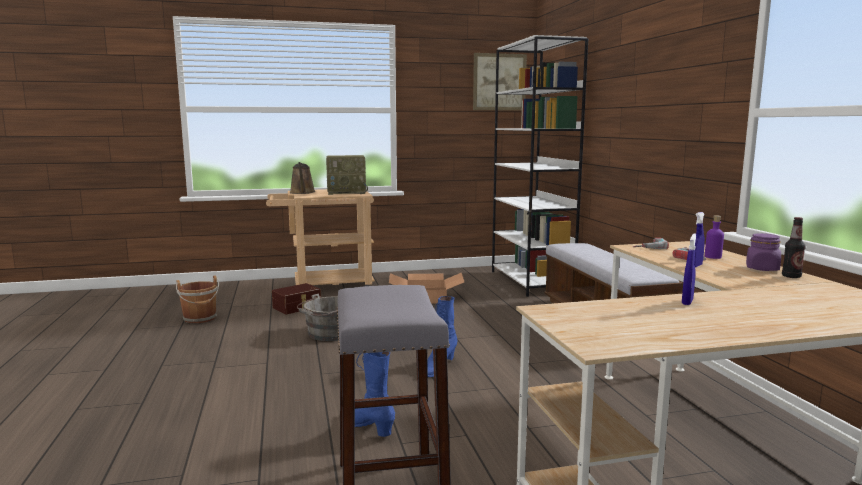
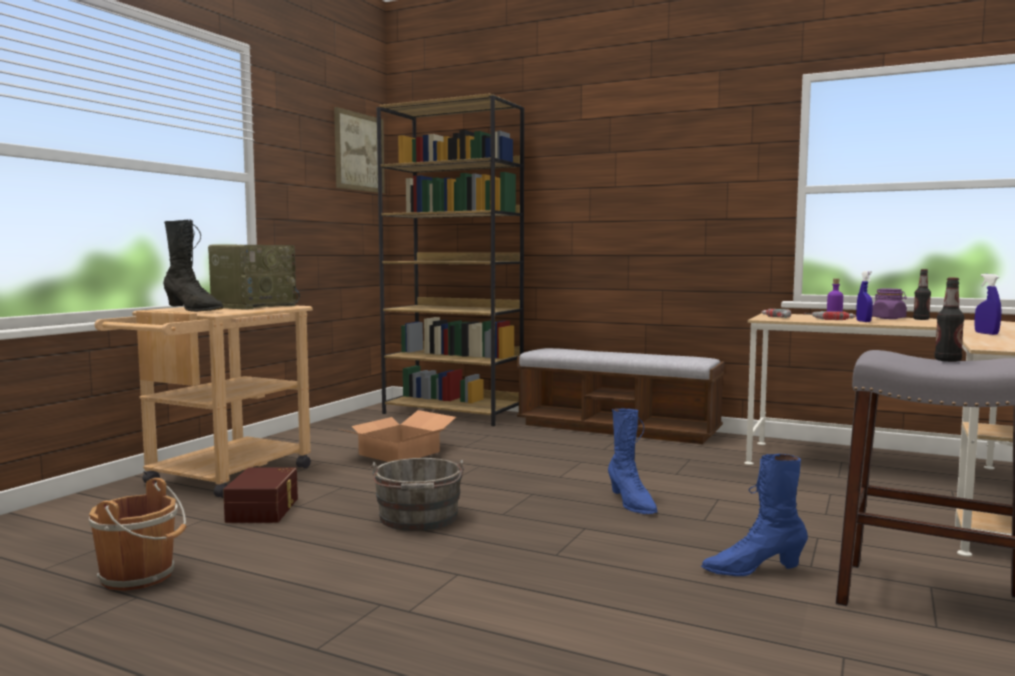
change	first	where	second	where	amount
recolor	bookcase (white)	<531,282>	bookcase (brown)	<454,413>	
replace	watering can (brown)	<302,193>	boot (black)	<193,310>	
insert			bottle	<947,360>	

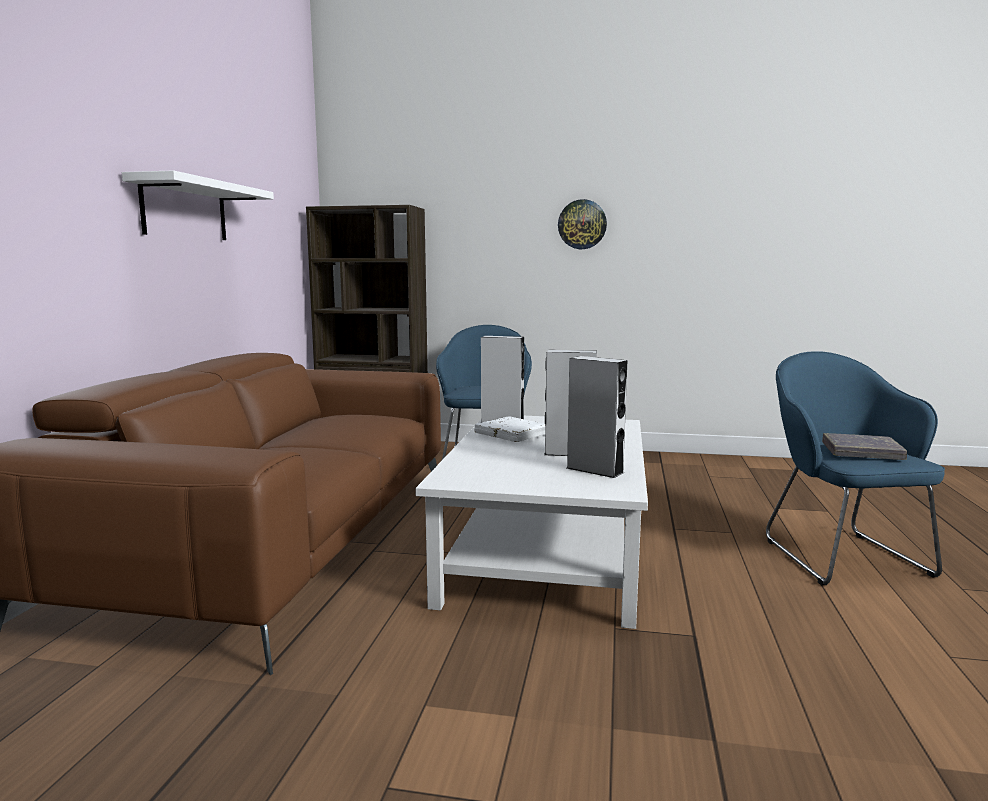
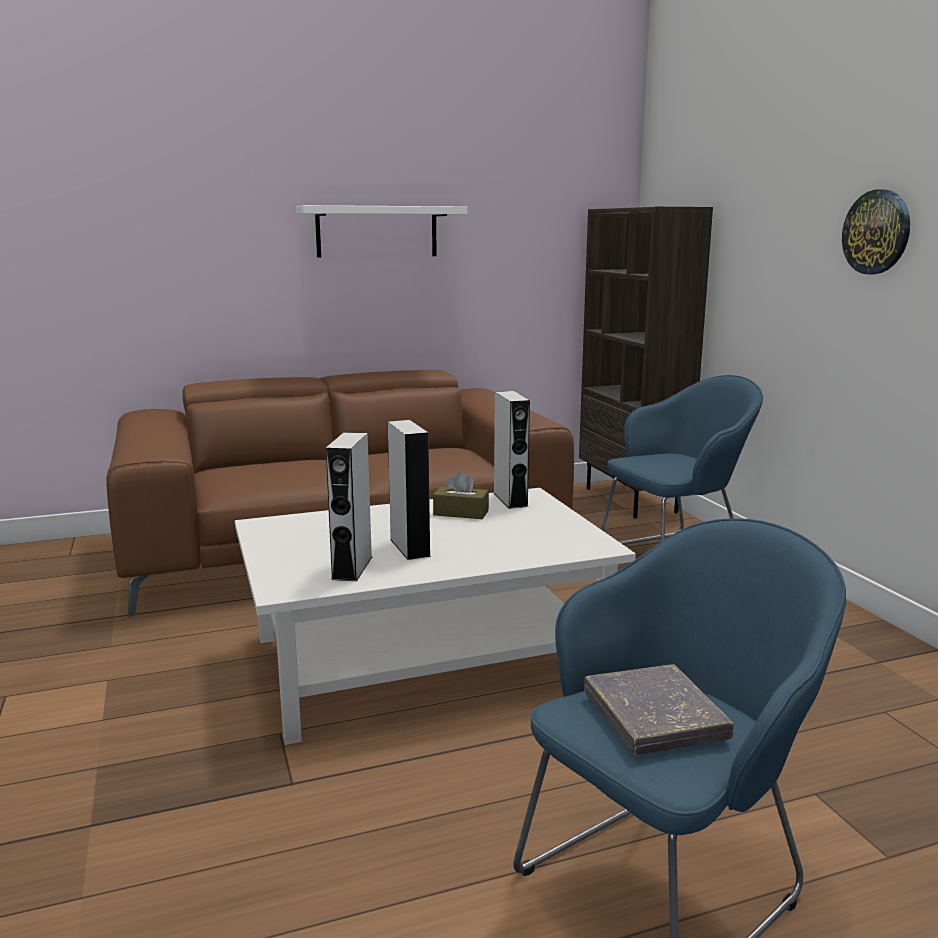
change	first	where	second	where	amount
replace	book (white)	<512,434>	tissue box (brown)	<461,513>	

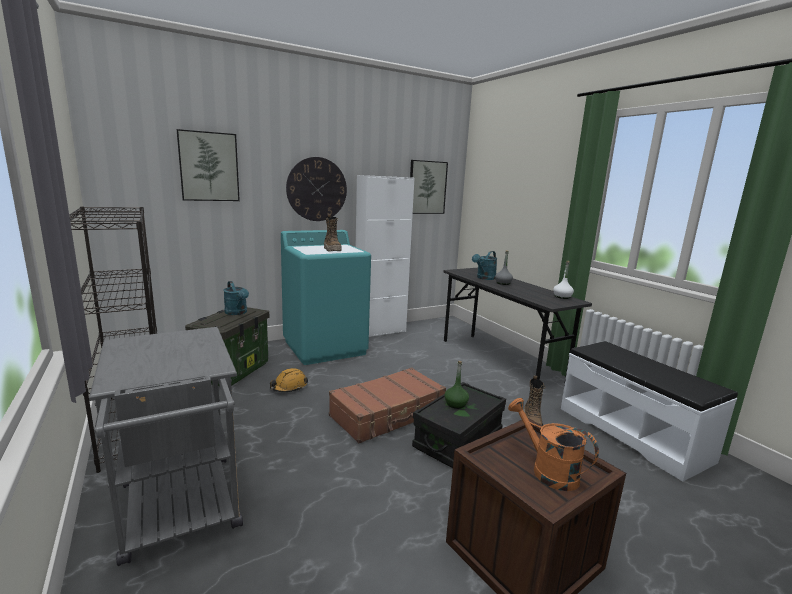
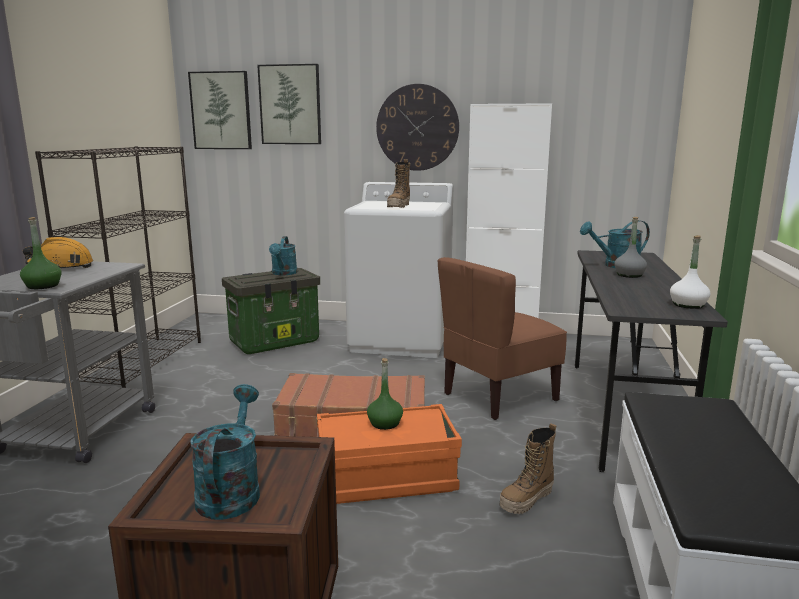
change	first	where	second	where	amount
move	picture	<427,187>		<221,111>	
recolor	washing machine (turquoise)	<325,347>	washing machine (white)	<401,340>	
move	hard hat (orange)	<289,387>		<61,267>	
recolor	storage box (black)	<458,439>	storage box (orange)	<386,478>	
recolor	watering can (orange)	<547,470>	watering can (turquoise)	<231,491>	
insert			bottle (green)	<43,286>	
insert			chair (brown)	<498,397>	

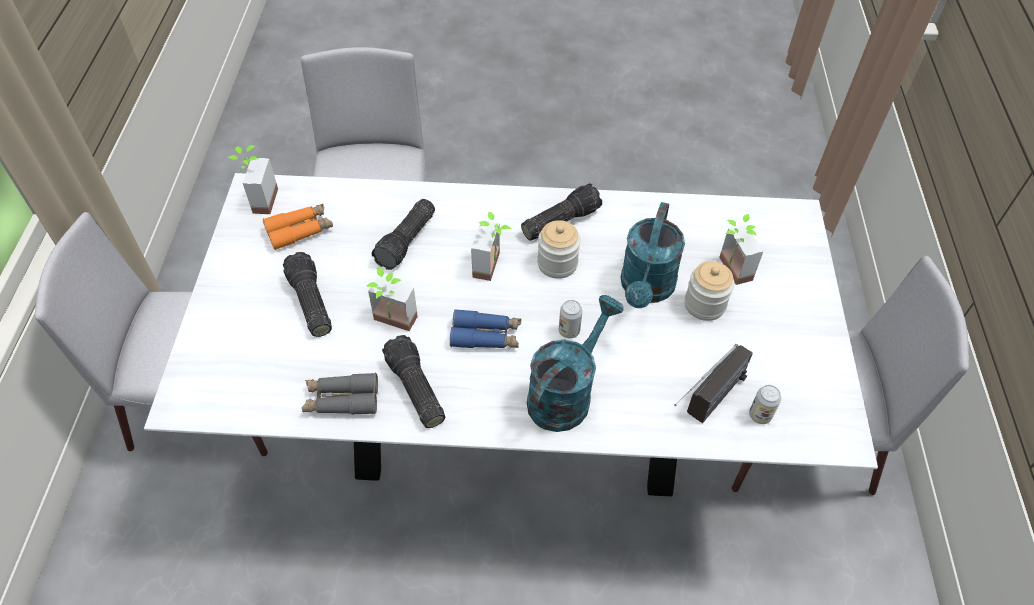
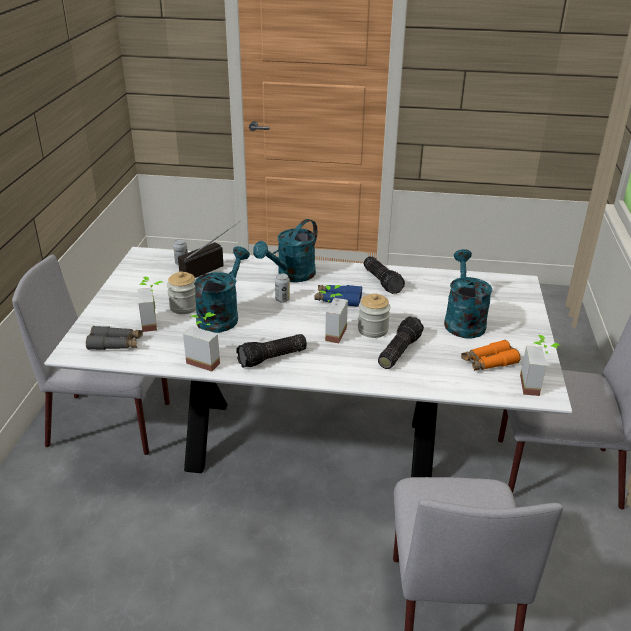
change	first	where	second	where	amount
move	jar	<557,263>		<373,330>	
replace	flashlight	<309,303>	watering can (turquoise)	<463,320>	
move	potted plant	<392,324>		<206,360>	
move	binoculars (grey)	<341,400>		<116,344>	

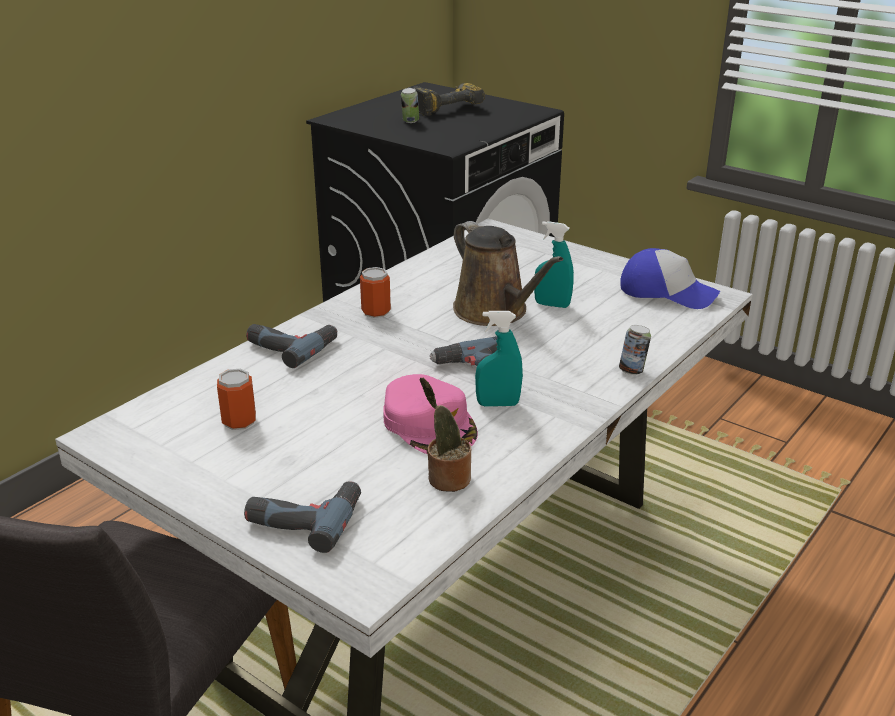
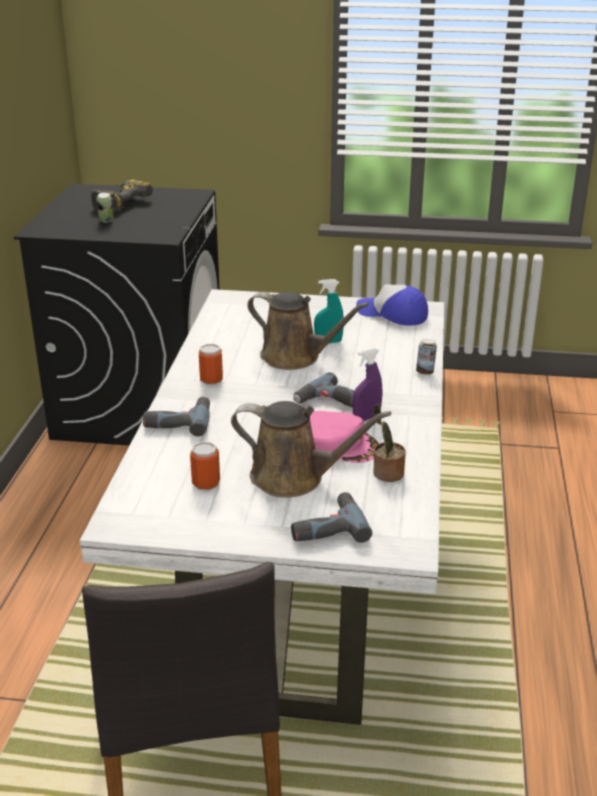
change	first	where	second	where	amount
rotate	cap	<667,292>		<392,314>	150 degrees counterclockwise
recolor	spray bottle (turquoise)	<498,404>	spray bottle (purple)	<366,418>	
insert			watering can (brown)	<294,477>	

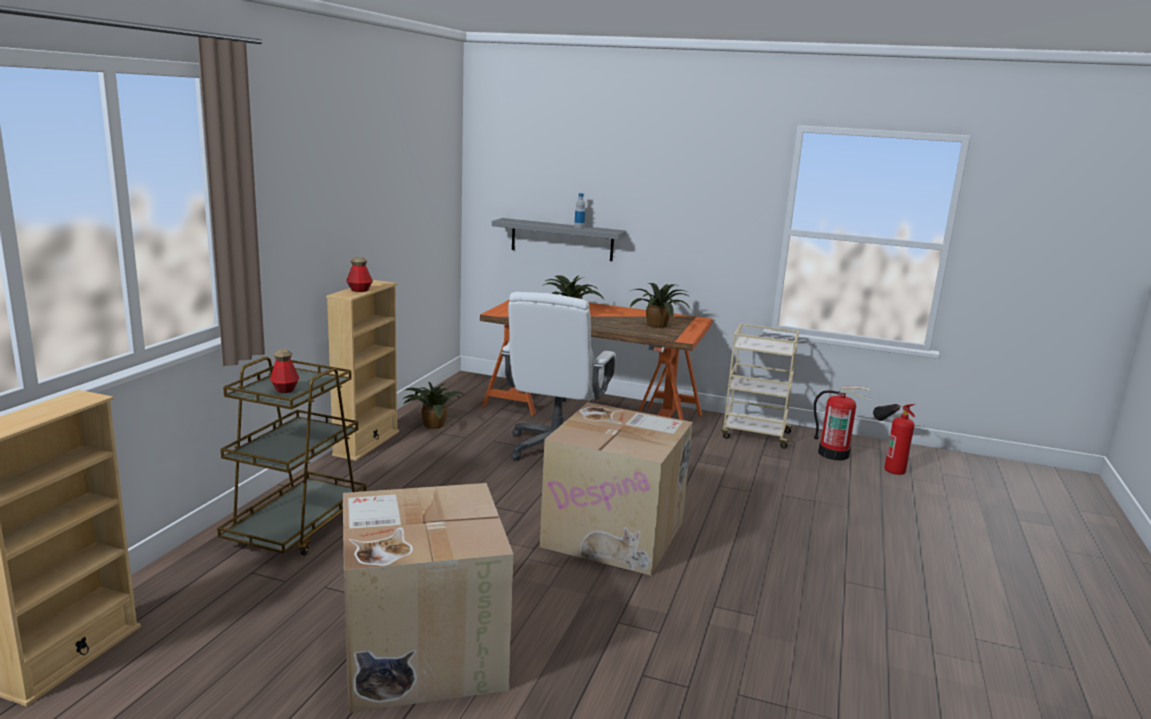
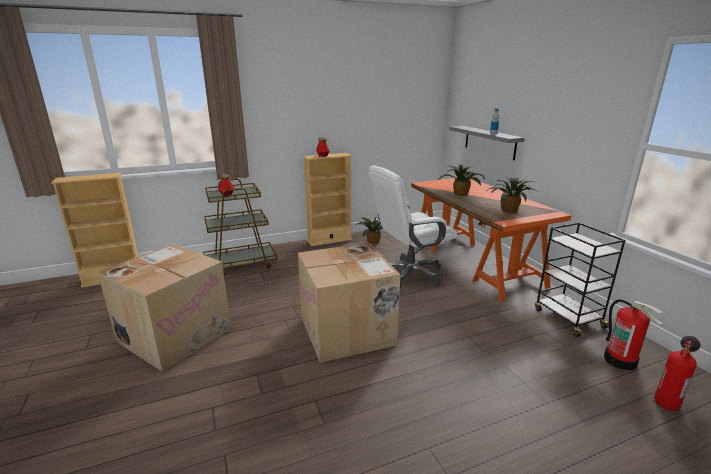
change	first	where	second	where	amount
recolor	cart (beige)	<755,435>	cart (black)	<568,318>	

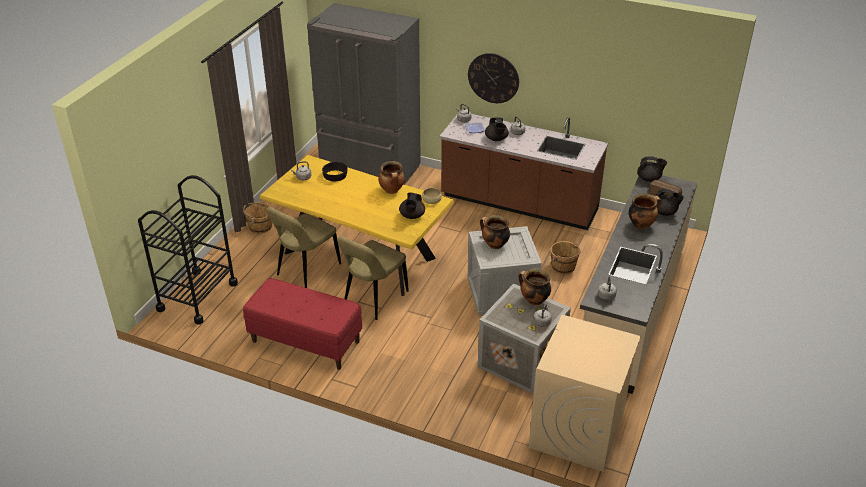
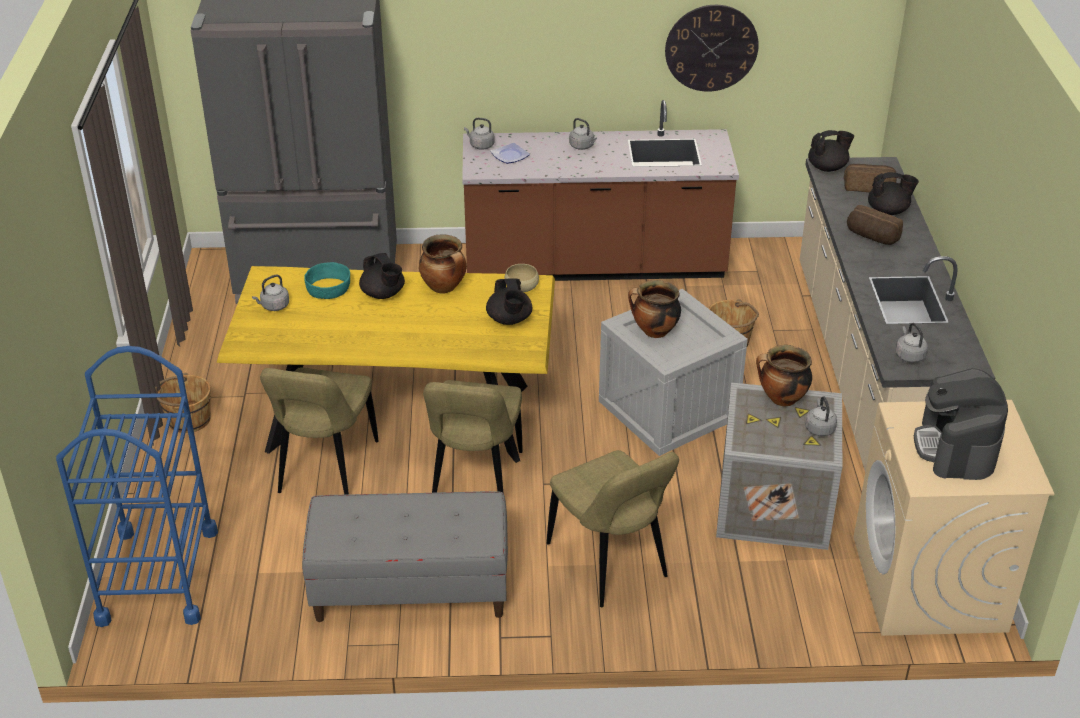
change	first	where	second	where	amount
move	wall clock	<493,78>		<711,48>	
move	teapot (black)	<496,139>		<383,294>	
recolor	bowl (black)	<335,176>	bowl (turquoise)	<329,288>	
recolor	cart (black)	<197,296>	cart (blue)	<158,575>	
replace	cooking pot	<641,224>	bread	<871,237>	
recolor	bench (red)	<305,342>	bench (grey)	<410,590>	
insert			coffee machine	<956,448>	
insert			chair (beige)	<610,564>	

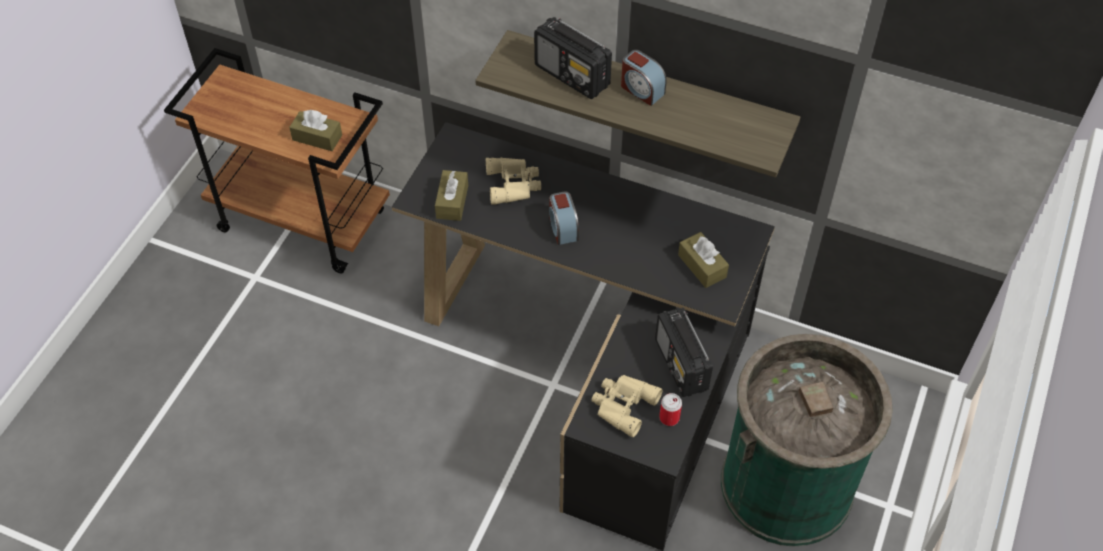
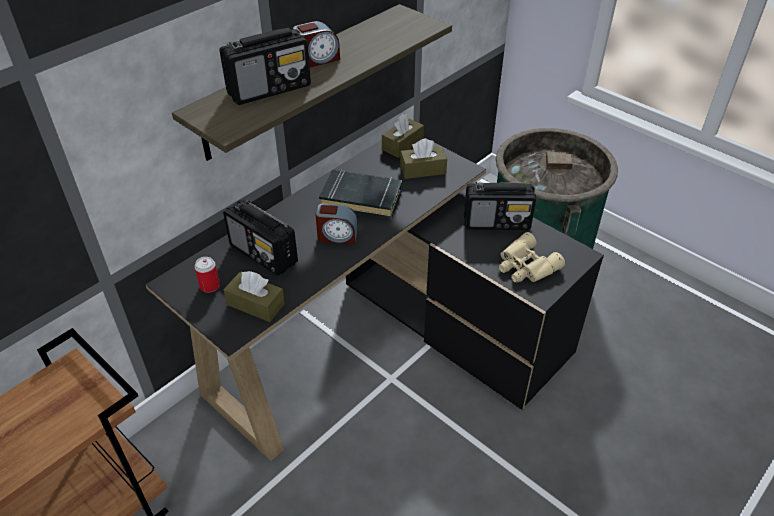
change	first	where	second	where	amount
move	tissue box (brown)	<317,137>		<402,145>	
replace	binoculars (beige)	<514,184>	radio	<264,254>	
move	can	<669,417>		<210,286>	
insert			book (black)	<361,198>	

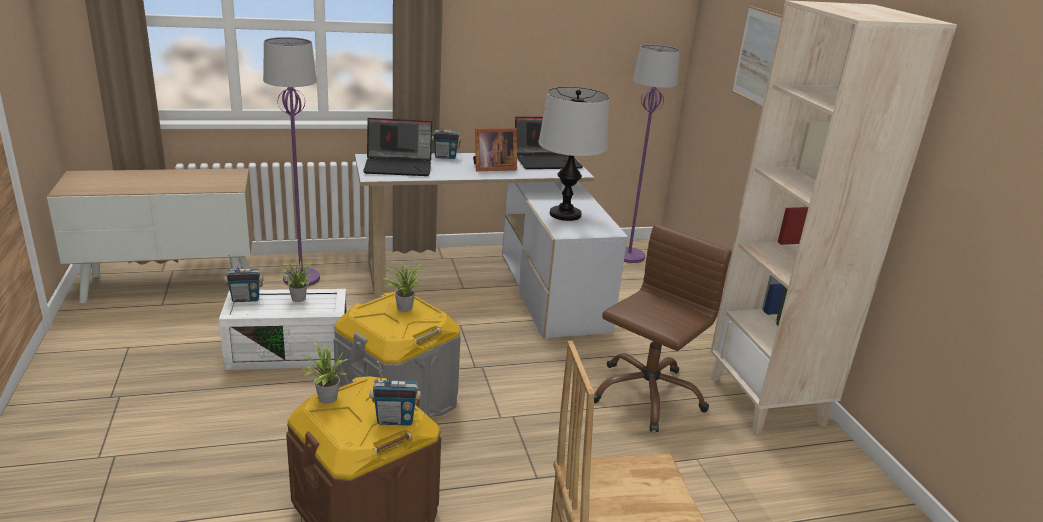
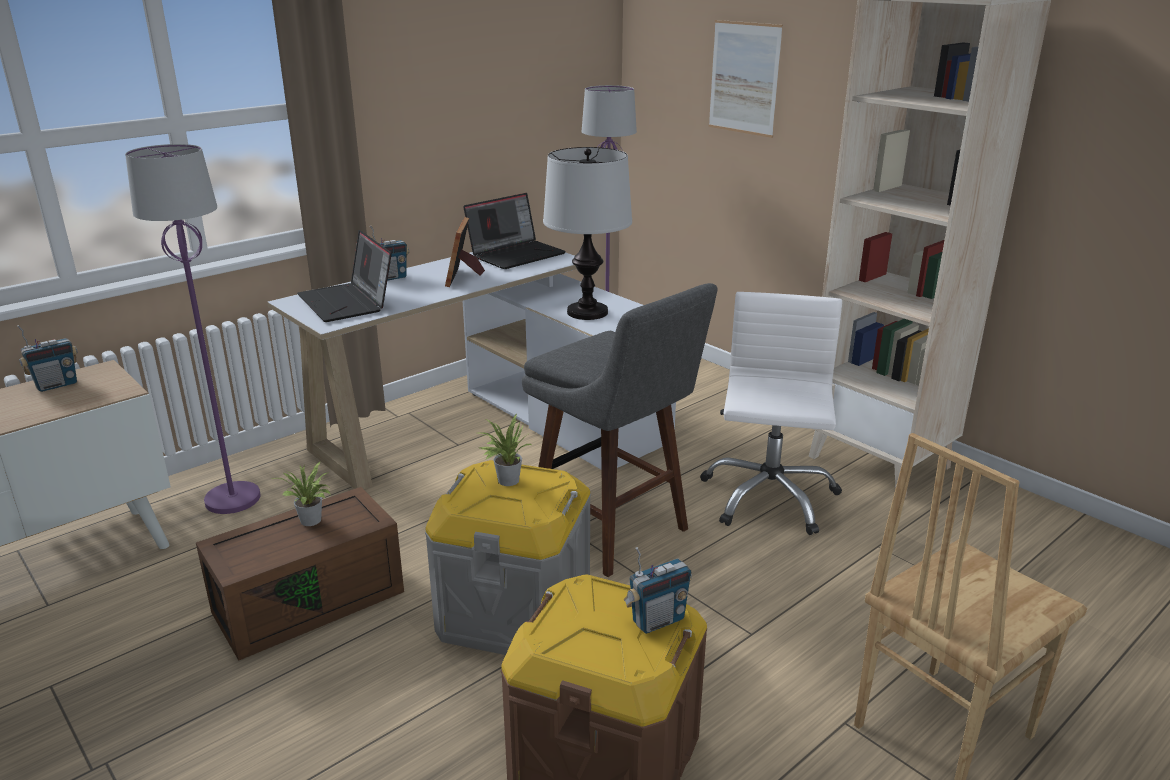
change	first	where	second	where	amount
rotate	laptop	<399,166>		<348,303>	90 degrees clockwise
rotate	picture frame	<492,168>		<464,277>	135 degrees clockwise
recolor	office chair (brown)	<646,394>	office chair (white)	<768,497>	
move	radio	<245,299>		<56,385>	
recolor	storage box (white)	<290,351>	storage box (brown)	<310,599>	
delete	potted plant	<325,399>			
insert			stool (grey)	<614,531>	

